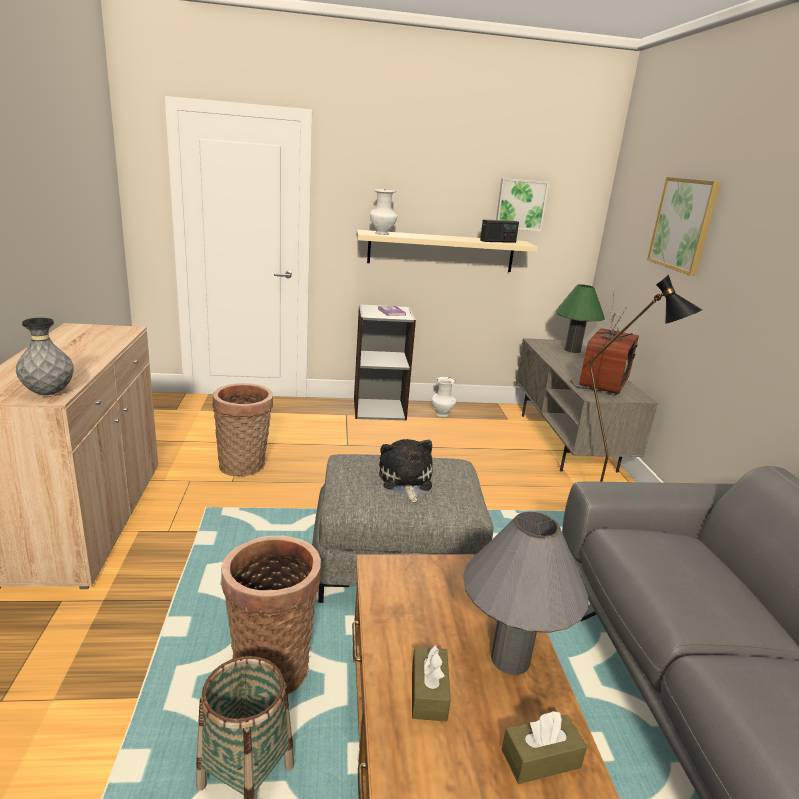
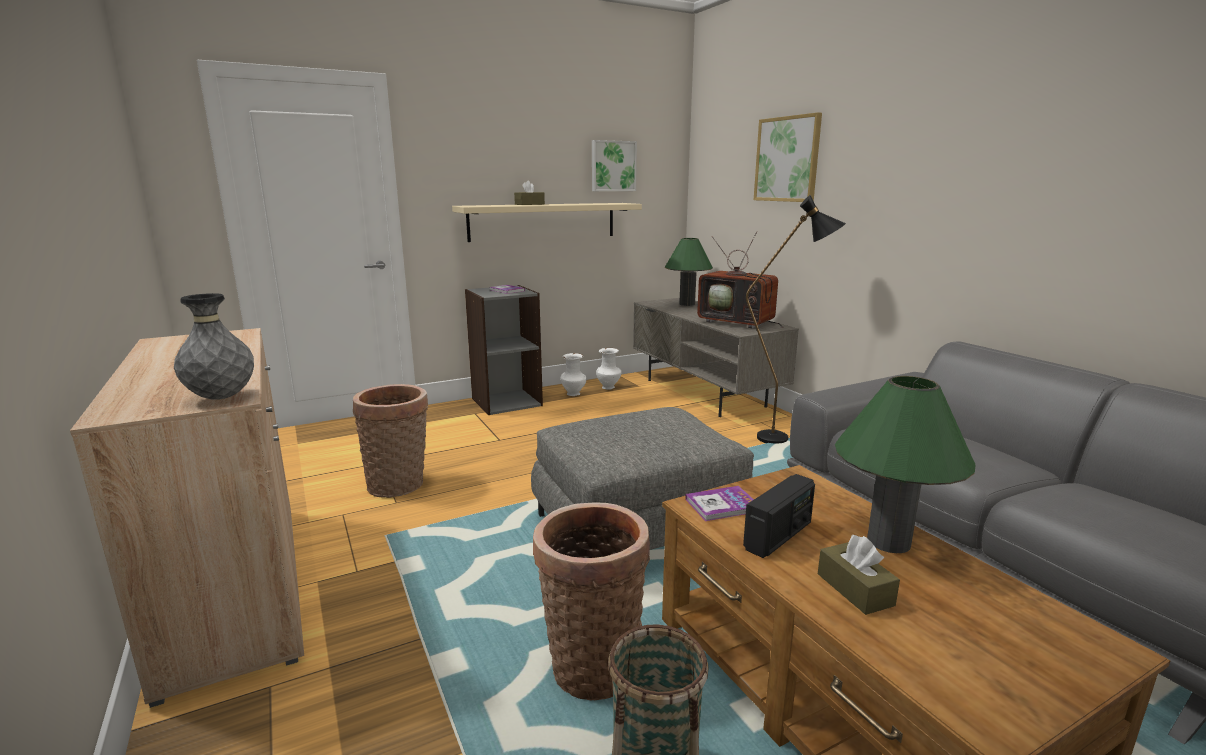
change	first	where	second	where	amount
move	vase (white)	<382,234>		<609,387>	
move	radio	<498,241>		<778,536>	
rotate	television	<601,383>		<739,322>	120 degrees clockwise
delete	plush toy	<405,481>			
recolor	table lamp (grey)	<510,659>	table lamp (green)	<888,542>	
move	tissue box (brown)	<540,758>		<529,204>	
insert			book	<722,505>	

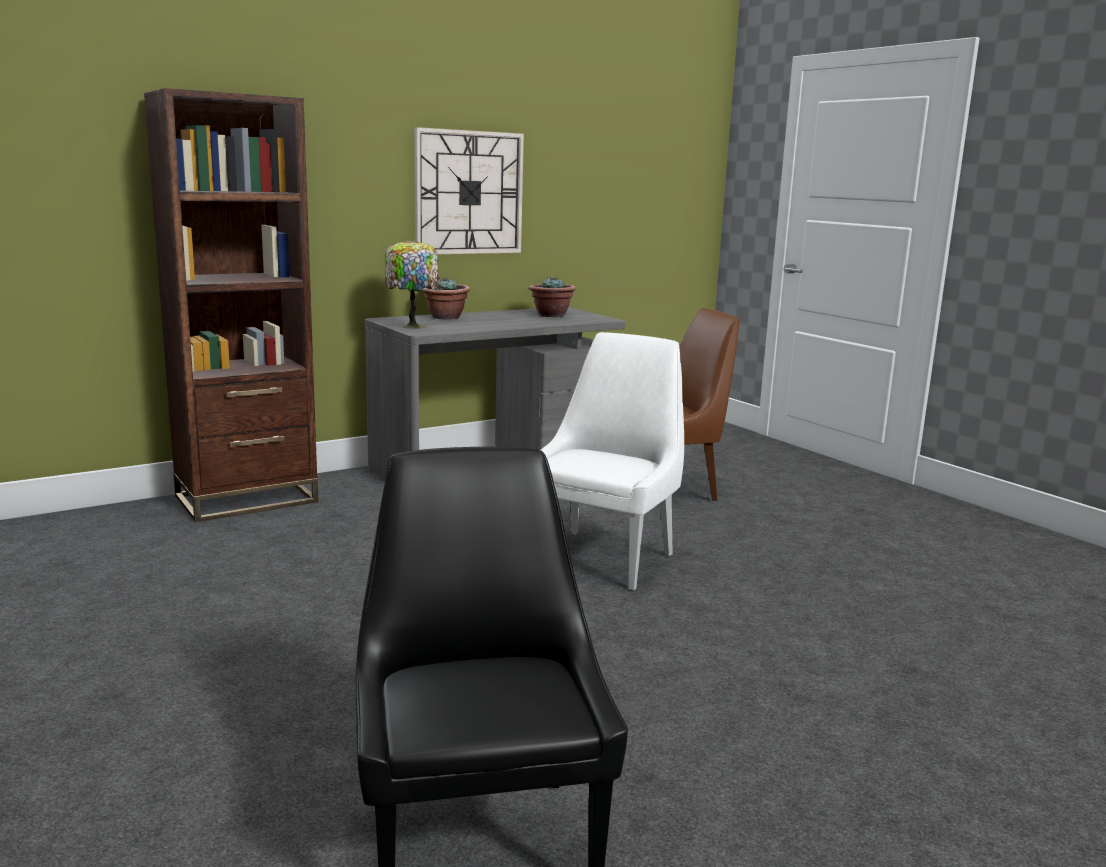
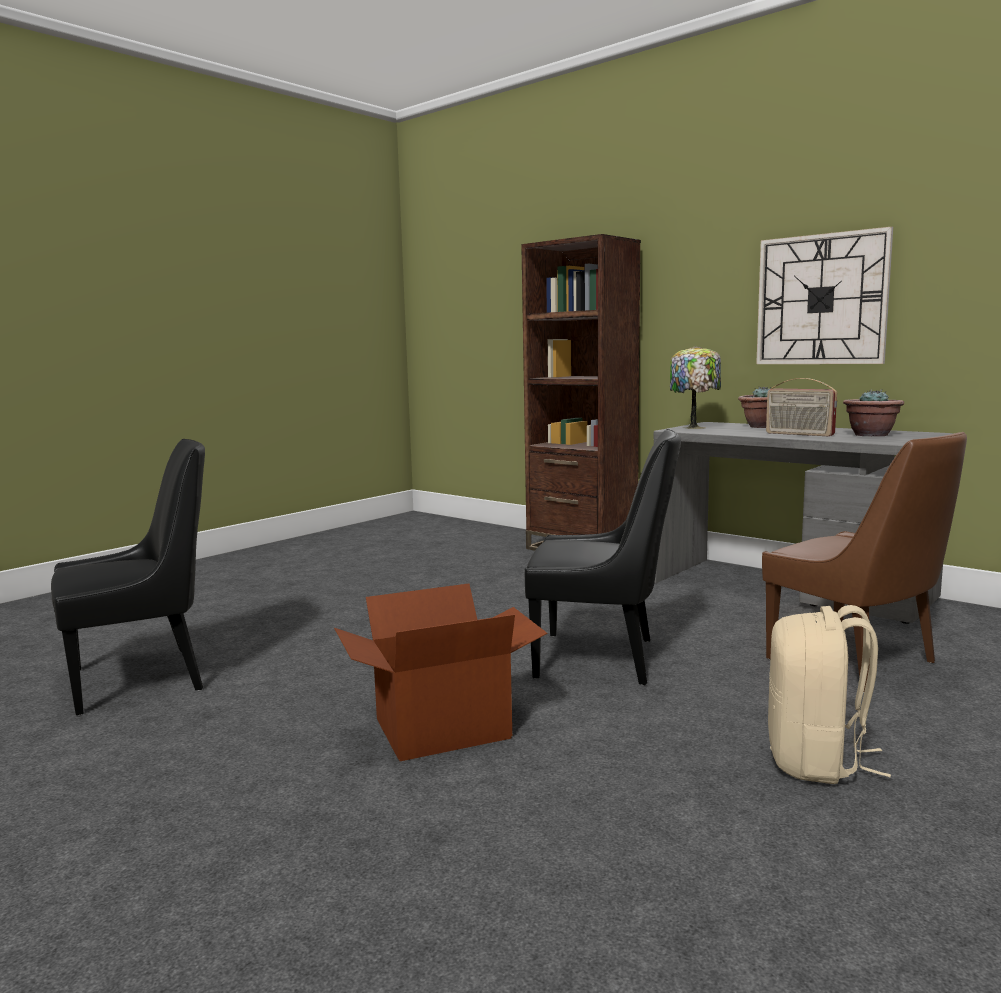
change	first	where	second	where	amount
recolor	chair (white)	<603,557>	chair (black)	<601,658>	
insert			radio	<799,434>	
insert			cardboard box	<442,727>	
insert			backpack (beige)	<816,761>	

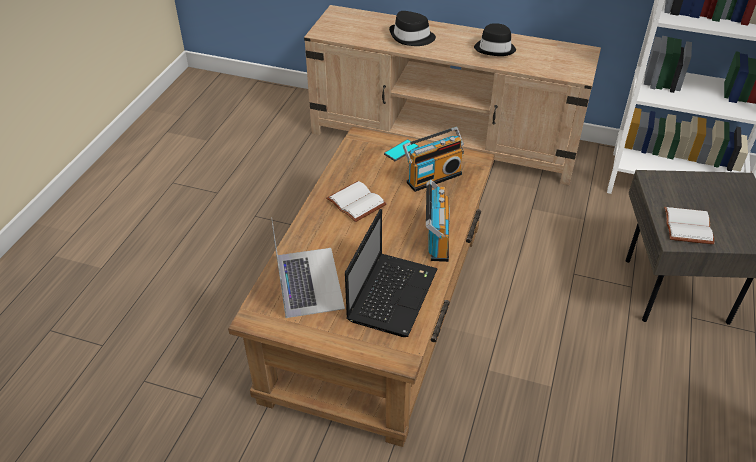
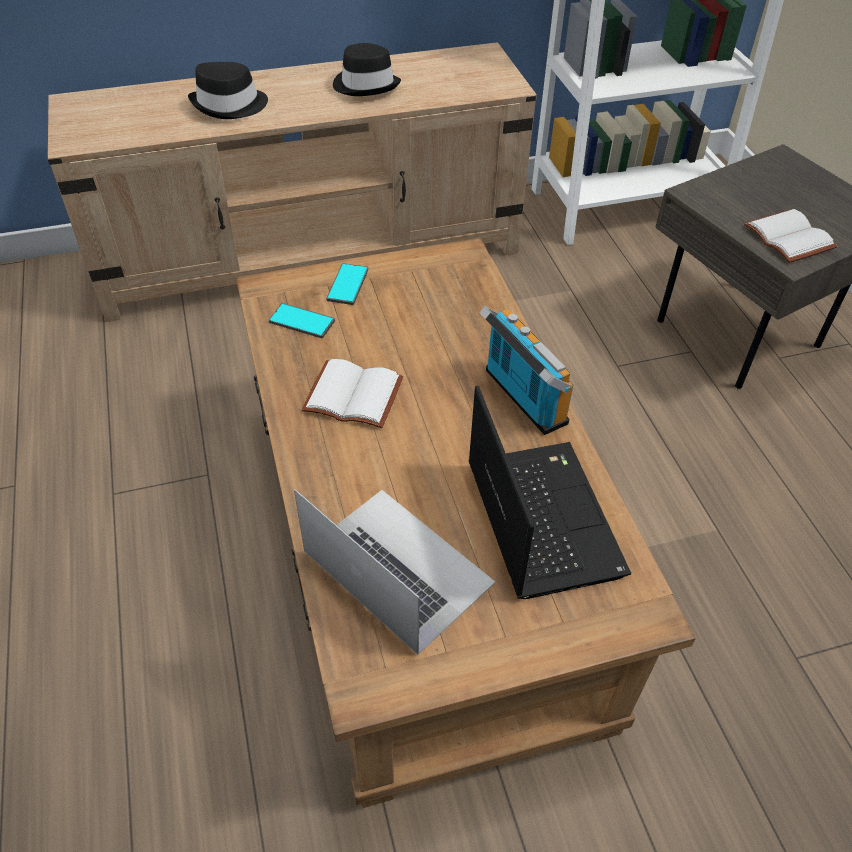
change	first	where	second	where	amount
delete	radio	<432,177>			
insert			phone	<302,321>	

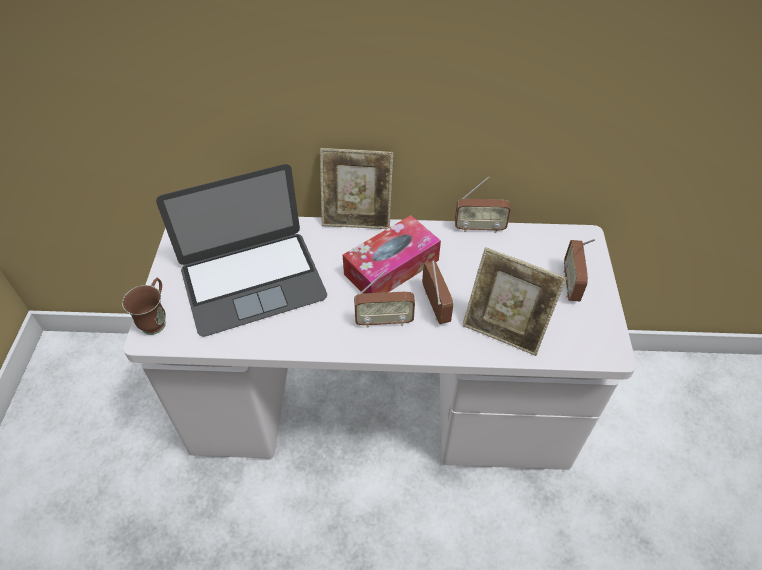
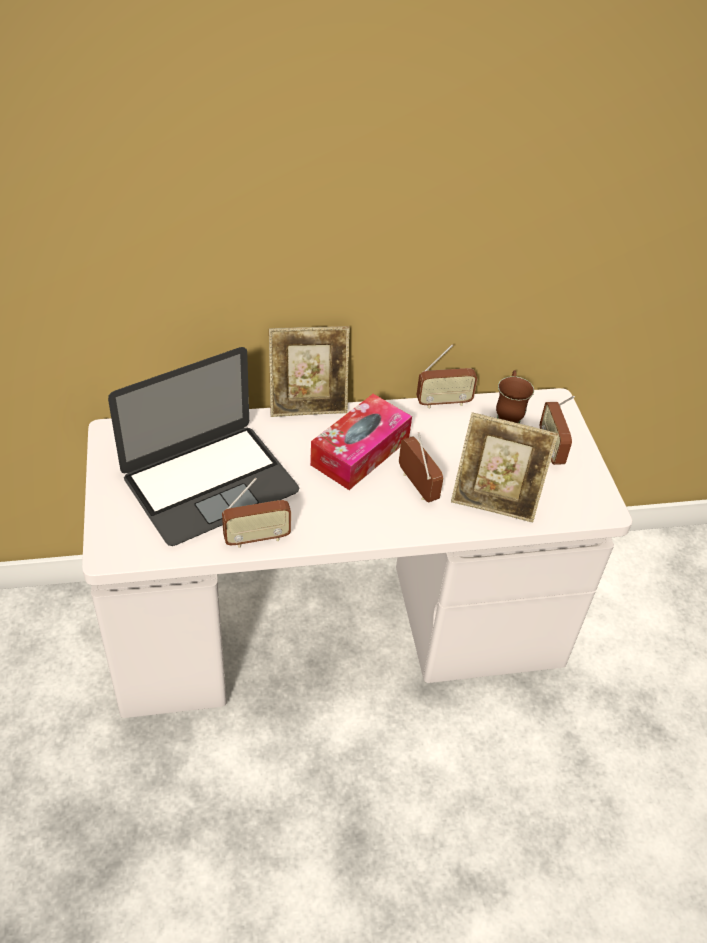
change	first	where	second	where	amount
move	radio	<384,321>		<257,538>	
move	mug (brown)	<157,320>		<508,414>	

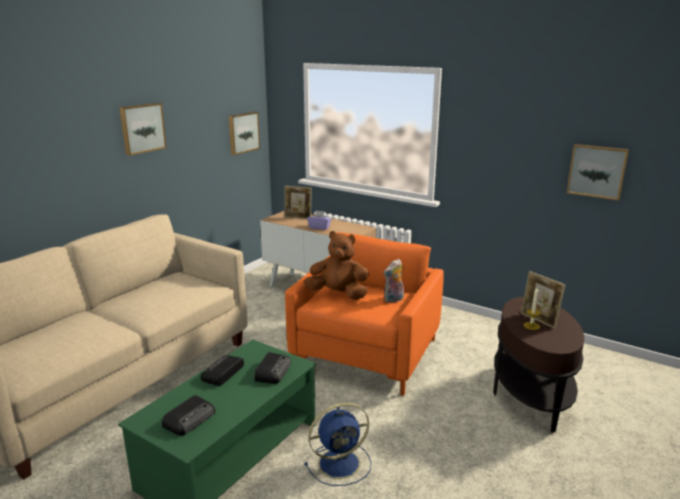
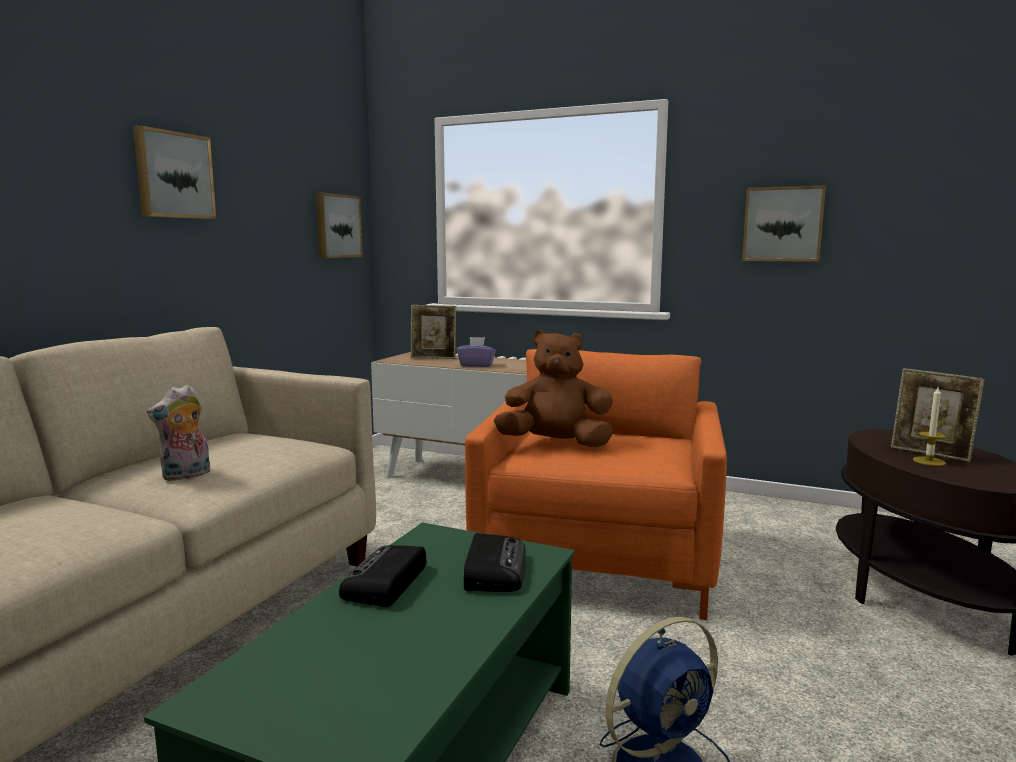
change	first	where	second	where	amount
move	picture	<597,171>		<783,224>	
move	plush toy	<394,300>		<186,476>	
delete	radio	<190,419>			

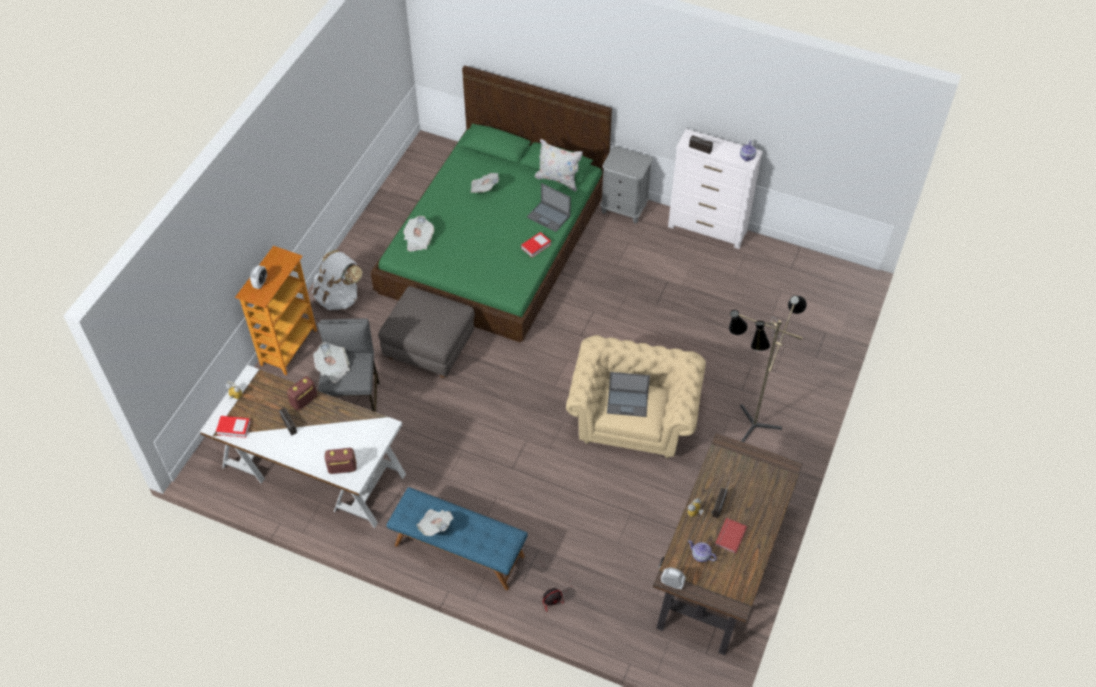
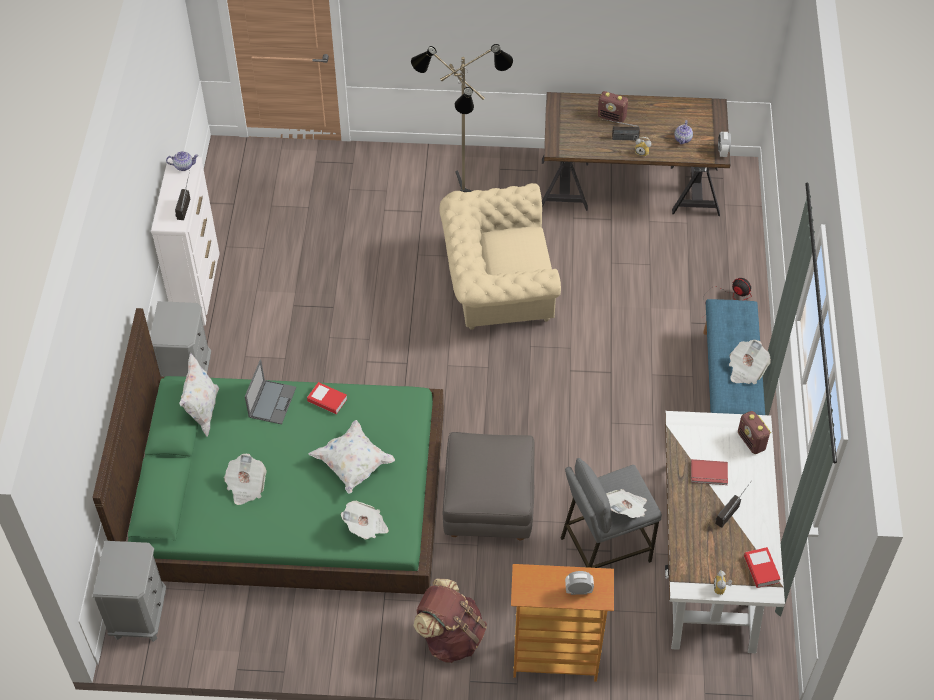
change	first	where	second	where	amount
recolor	backpack (white)	<339,297>	backpack (brown)	<451,637>	
delete	laptop	<628,403>			
move	radio	<304,401>		<612,117>	
move	book (red)	<729,536>		<709,474>	
insert			pillow (white)	<353,464>	
insert			nightstand (grey)	<139,615>	

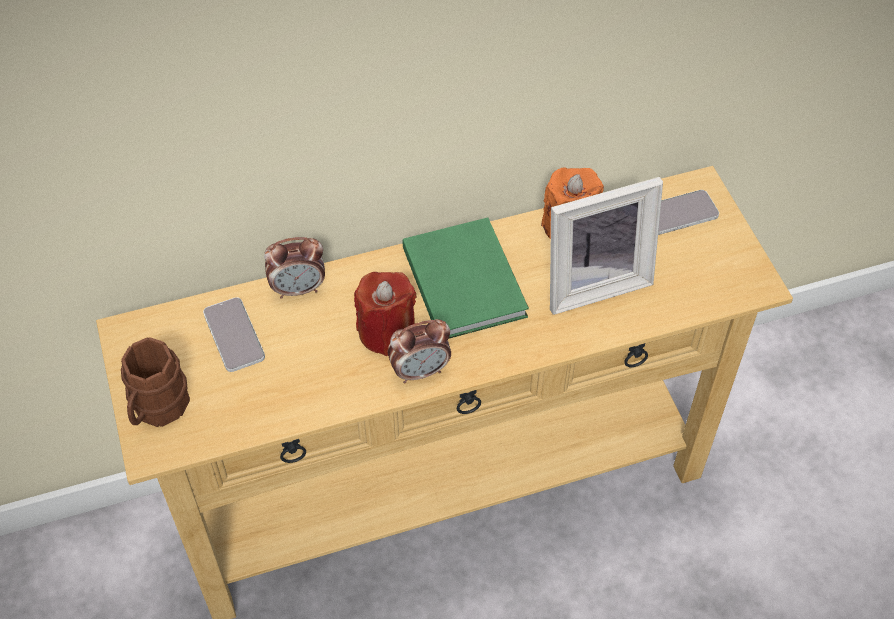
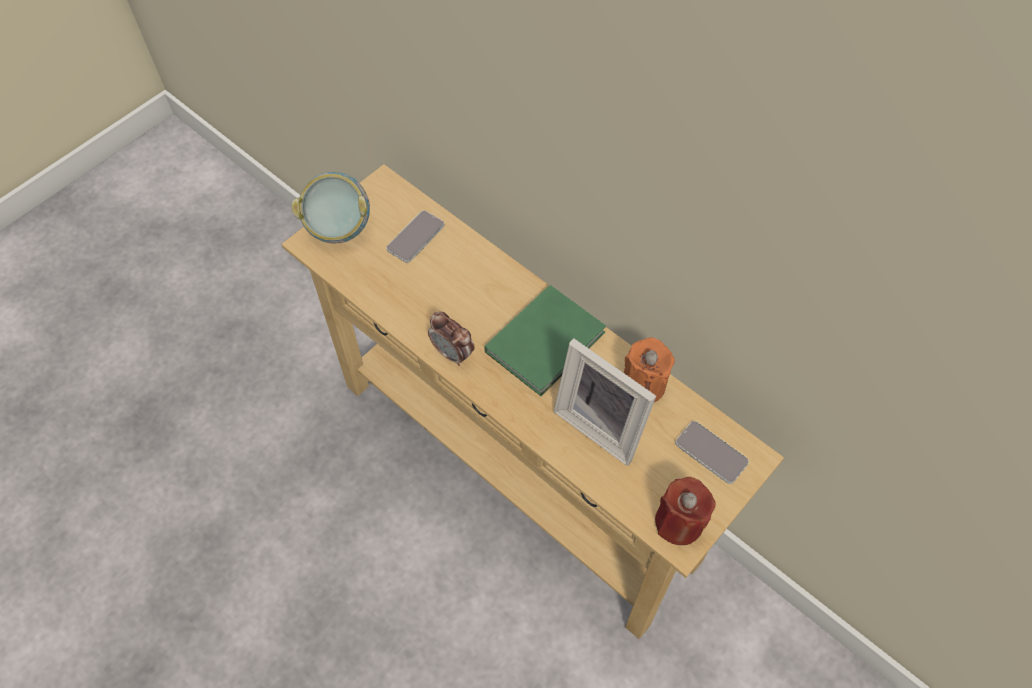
change	first	where	second	where	amount
delete	alarm clock	<298,289>			
move	candle (red)	<386,332>		<679,522>	
replace	mug (brown)	<157,408>	bowl	<338,229>	

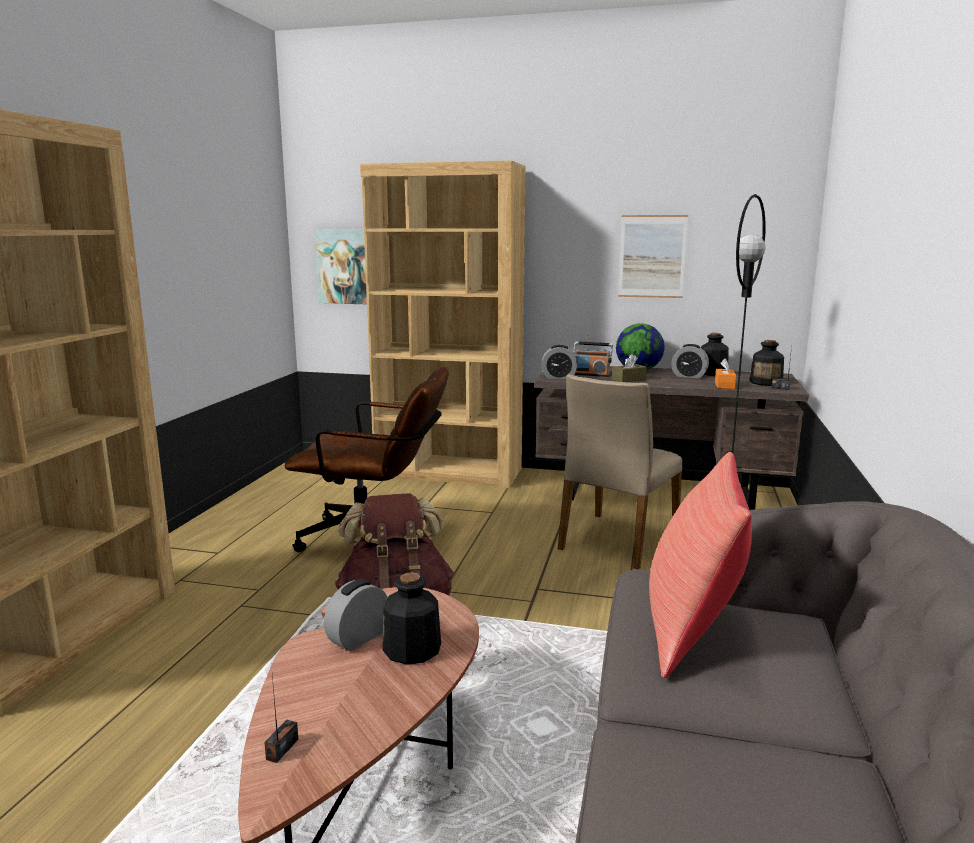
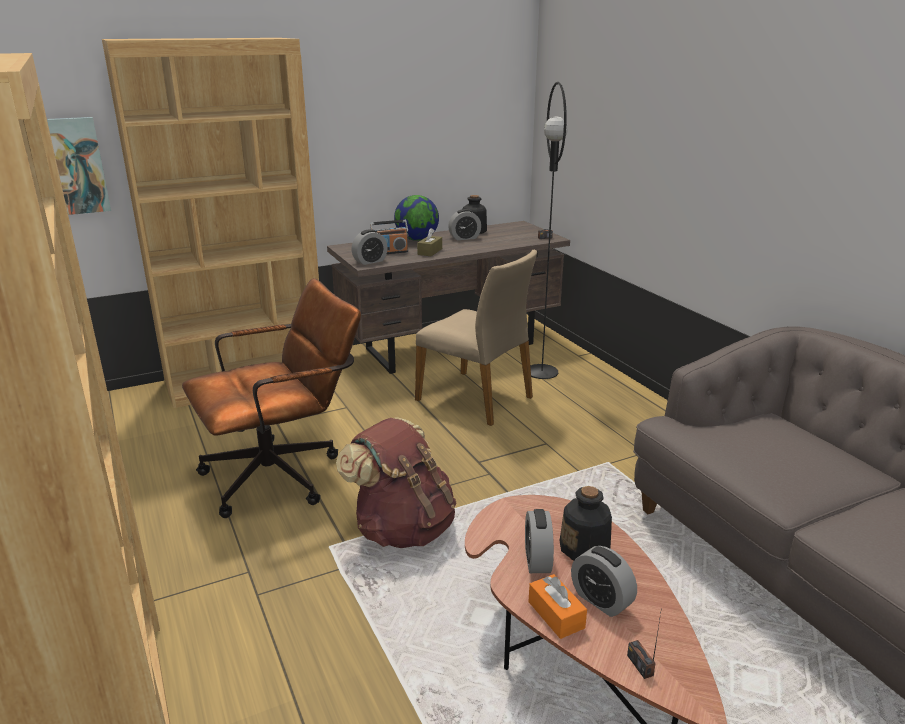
change	first	where	second	where	amount
delete	picture	<652,256>			
delete	bottle	<766,382>			
move	tissue box (orange)	<724,385>		<556,615>	
rotate	chair (beige)	<617,540>		<476,398>	45 degrees counterclockwise
delete	pillow (red)	<692,628>			
insert			alarm clock	<601,600>	

